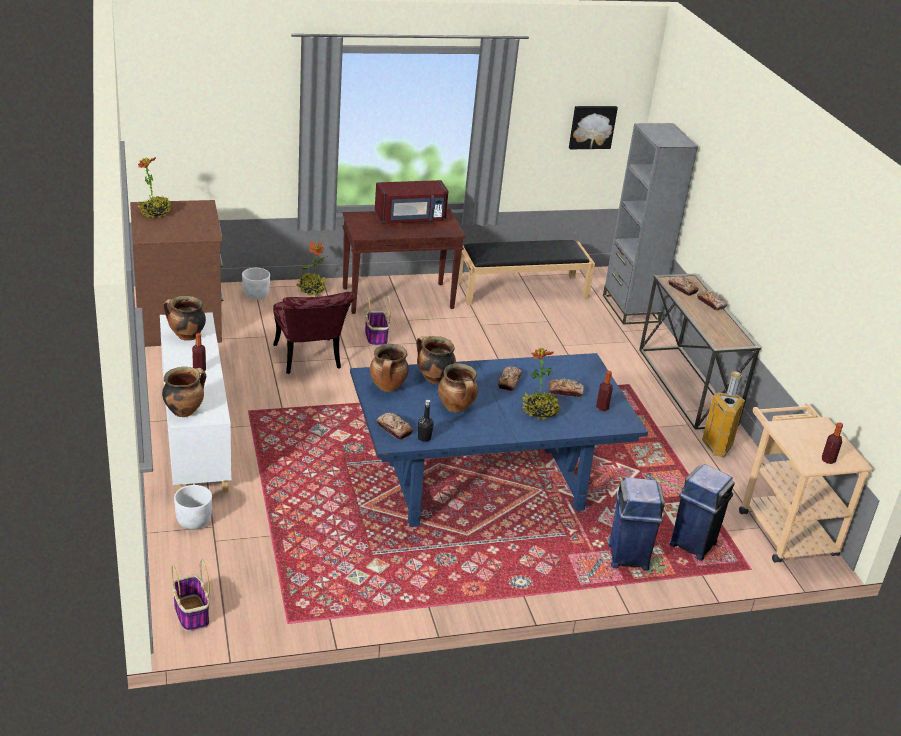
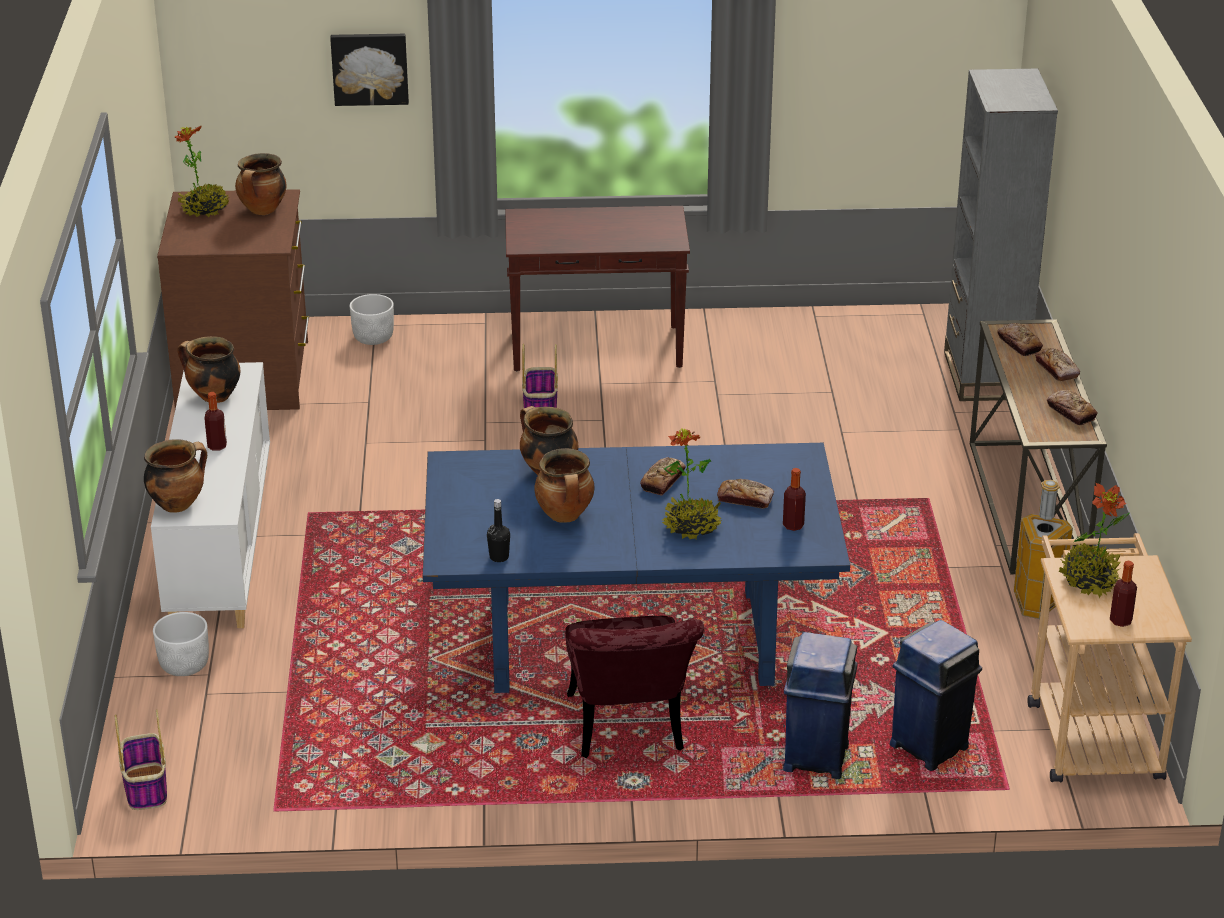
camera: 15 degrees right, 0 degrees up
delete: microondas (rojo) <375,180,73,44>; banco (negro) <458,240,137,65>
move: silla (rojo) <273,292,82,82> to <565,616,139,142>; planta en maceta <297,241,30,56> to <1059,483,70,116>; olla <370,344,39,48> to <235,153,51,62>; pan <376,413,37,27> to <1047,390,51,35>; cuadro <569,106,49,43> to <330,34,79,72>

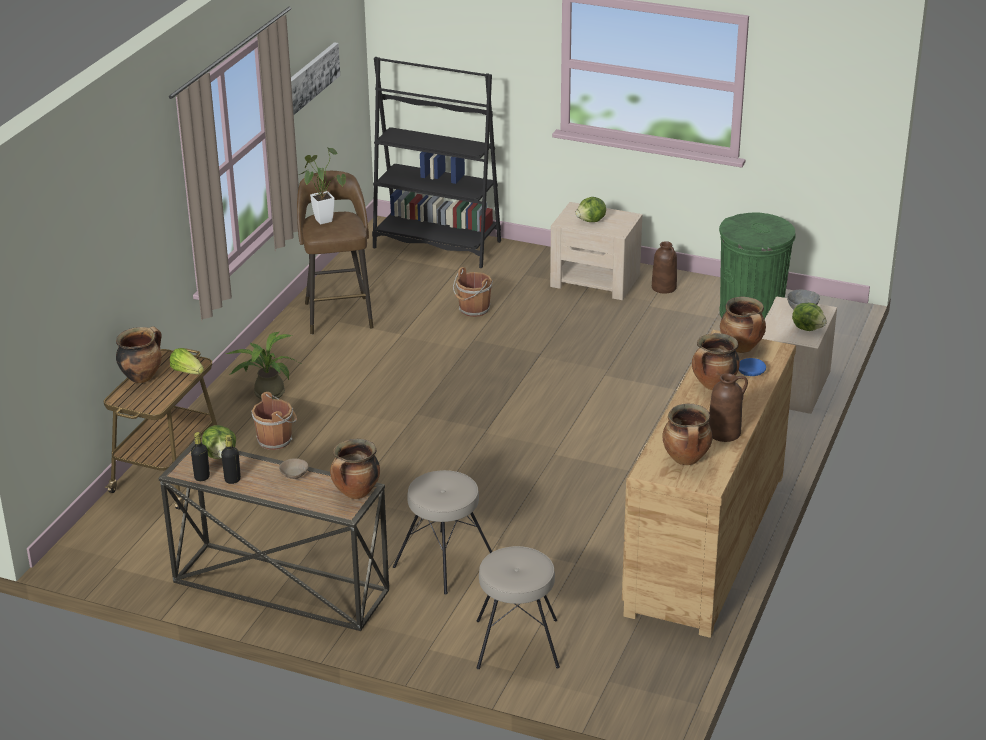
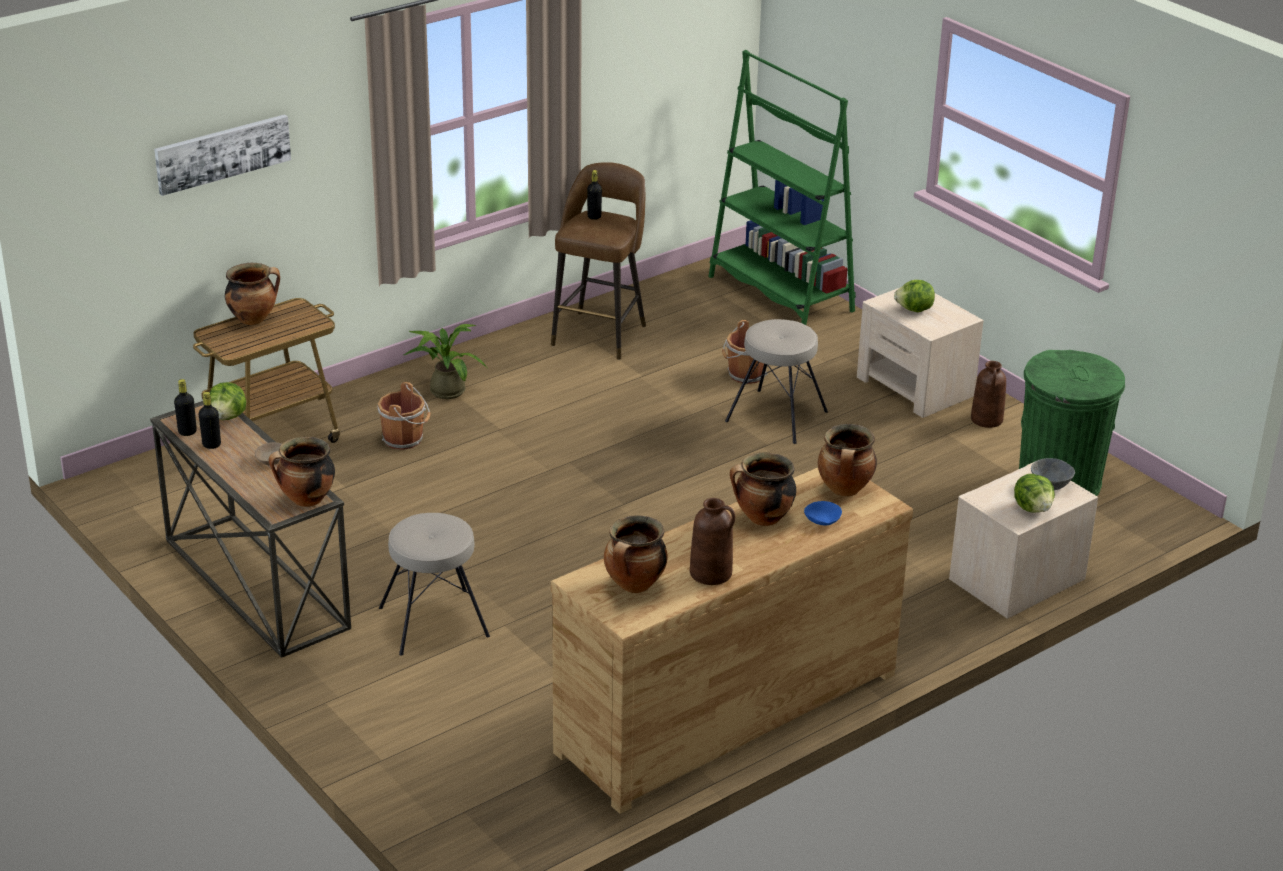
camera: 30 degrees right, 0 degrees up
delete: lechuga <170,348,34,26>
move: cuadro <291,42,49,73> to <154,114,137,82>; taburete (beis) <477,546,83,123> to <725,319,103,125>
replace: planta en maceta <299,147,47,77> to botella (negro) <587,170,15,50>
recolor: estantería (negro) <372,57,129,211> to estantería (verde) <708,50,148,275>

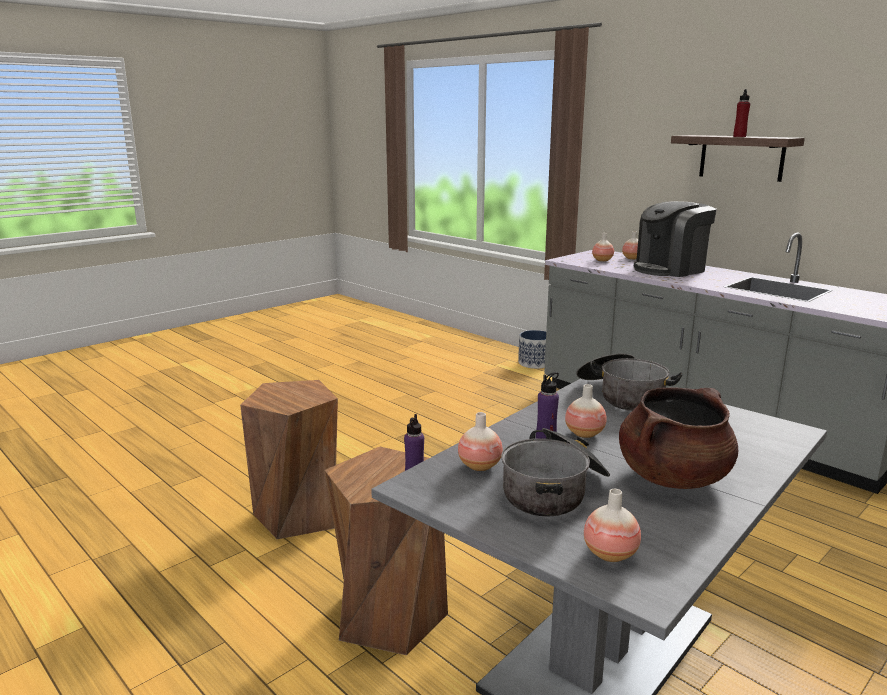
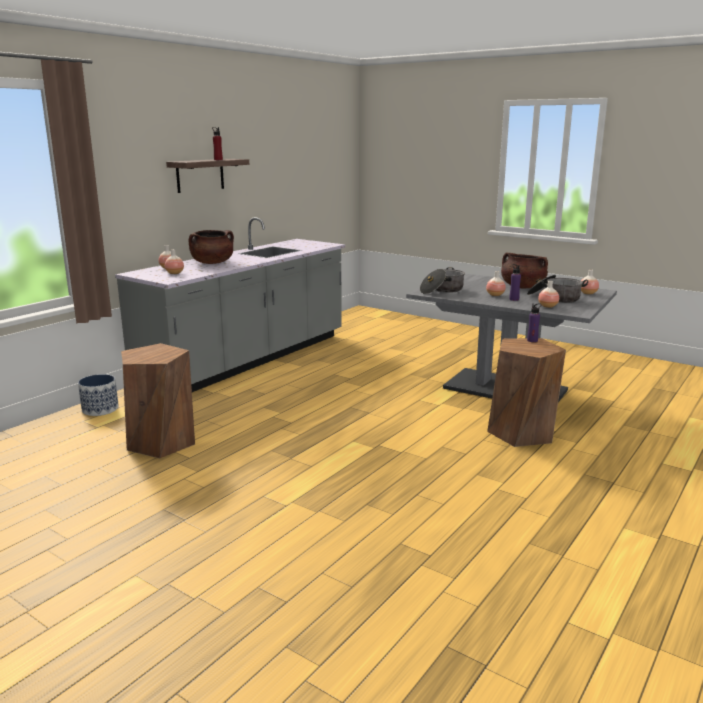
camera: 100 degrees left, 0 degrees up
move: taburete (marrón) <240,380,98,159> to <121,343,74,115>
replace: cafetera <634,201,83,76> to olla (marrón) <189,230,45,34>

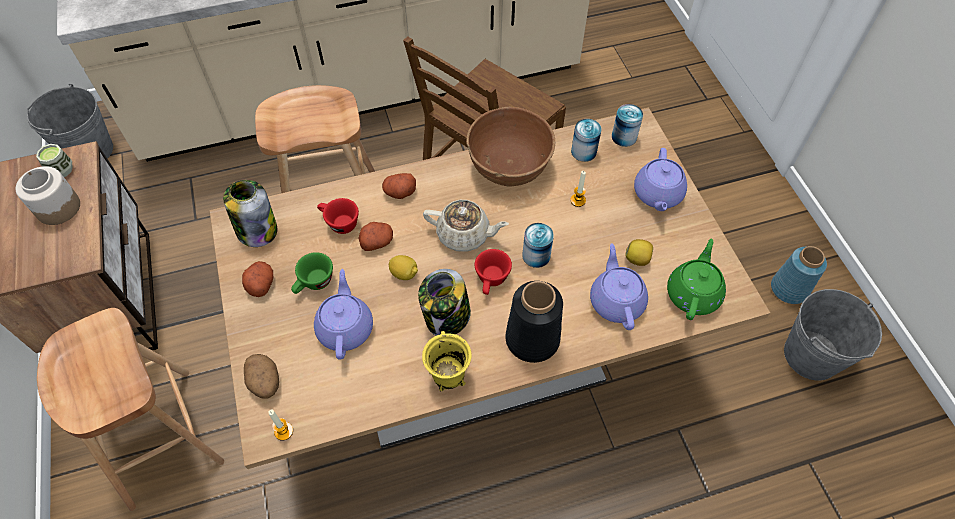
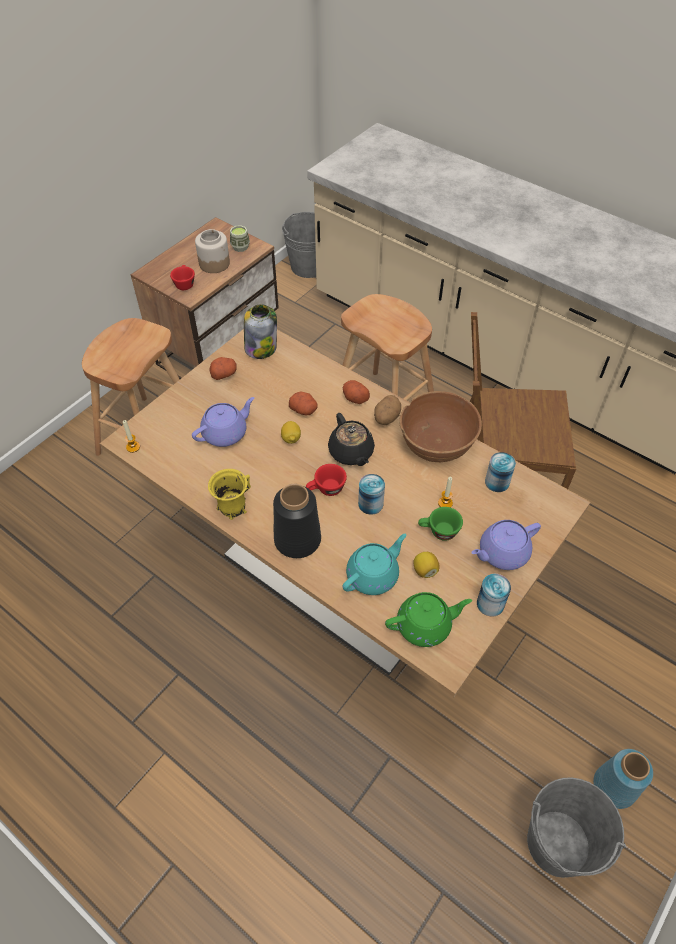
camera: 55 degrees right, 5 degrees down
delete: tarro <418,269,53,67>
move: patata <244,354,35,45> to <374,395,27,30>; taza (verde) <291,252,42,42> to <418,507,45,34>; taza (rojo) <317,198,42,36> to <170,265,25,25>; lata <612,104,31,43> to <477,574,34,43>
recolor: tetera (beis) <423,200,86,52> to tetera (negro) <328,413,47,53>; tetera (morado) <590,243,58,87> to tetera (turquesa) <342,534,64,61>

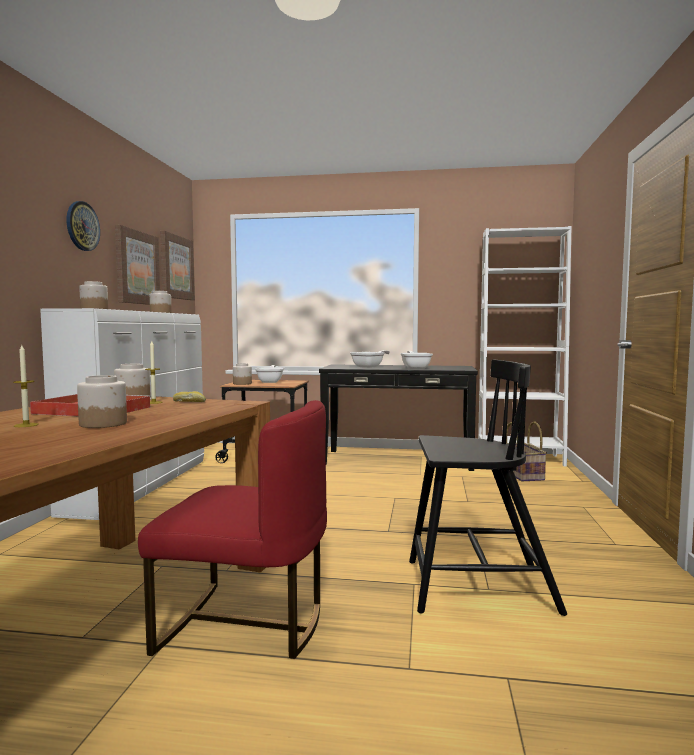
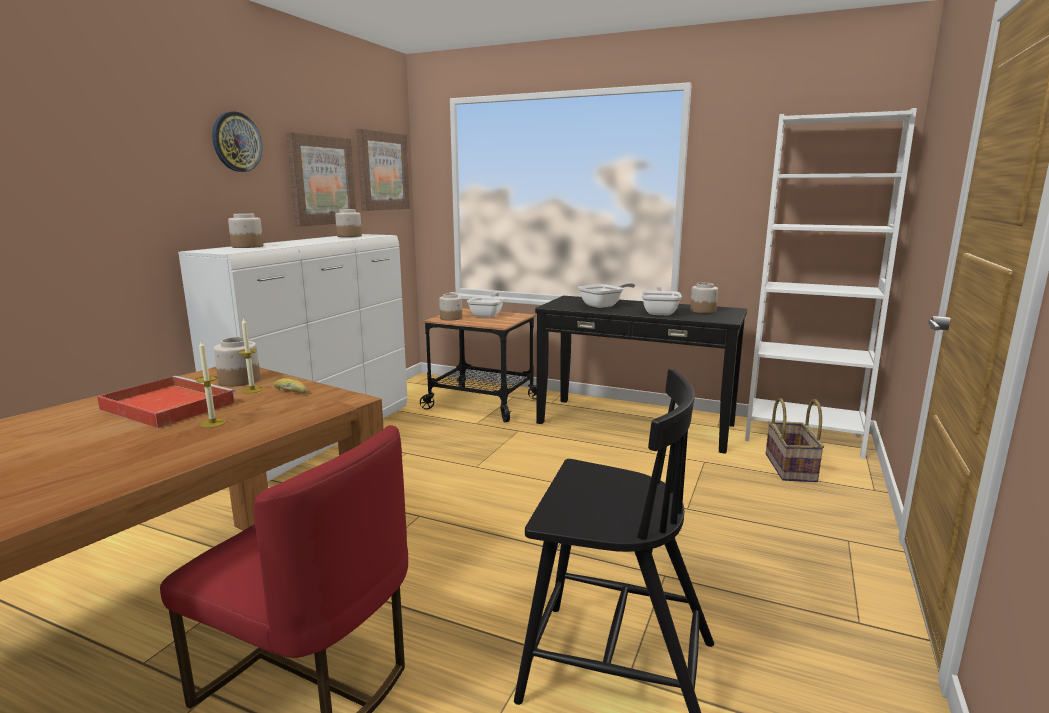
camera: 15 degrees right, 10 degrees up
move: vela <13,345,26,82> to <195,341,31,87>; tarro <77,375,50,53> to <690,283,28,30>

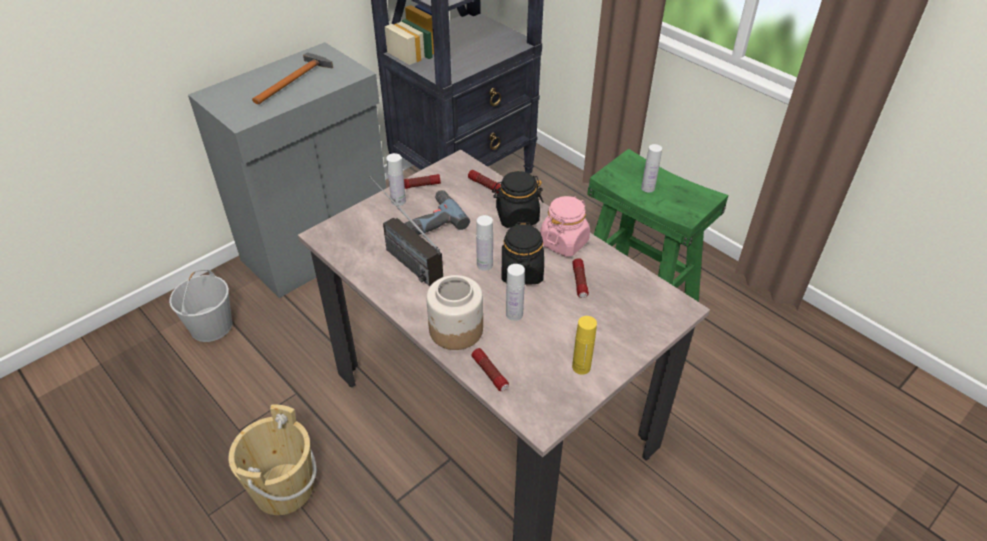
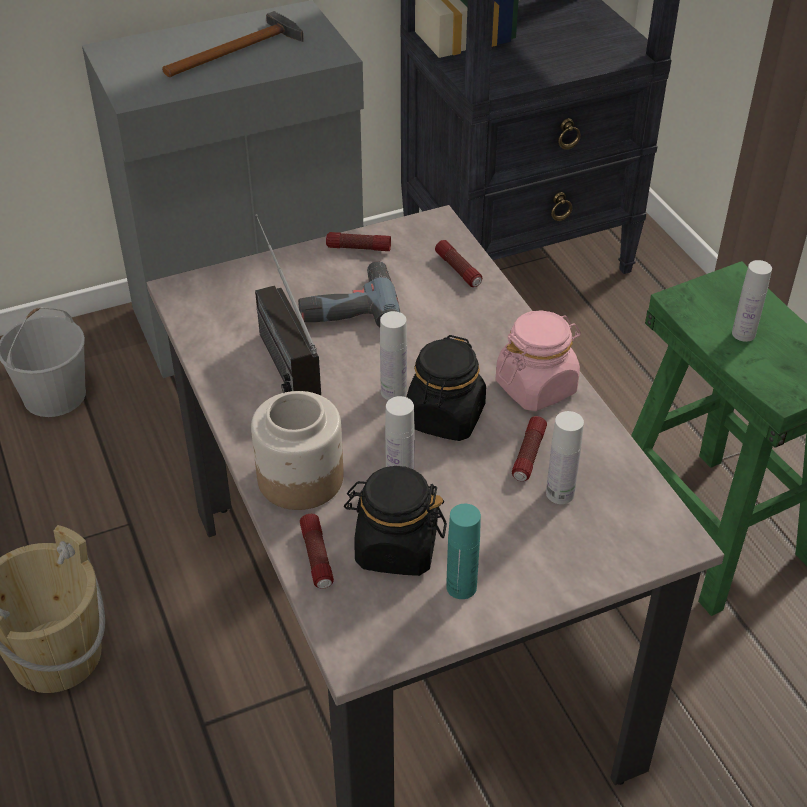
camera: 20 degrees right, 0 degrees up
move: botella (blanco) <386,153,20,53> to <546,411,38,93>; tarro (negro) <492,171,51,57> to <344,466,103,110>
recolor: botella (amarillo) <572,316,25,59> to botella (turquesa) <446,504,35,95>

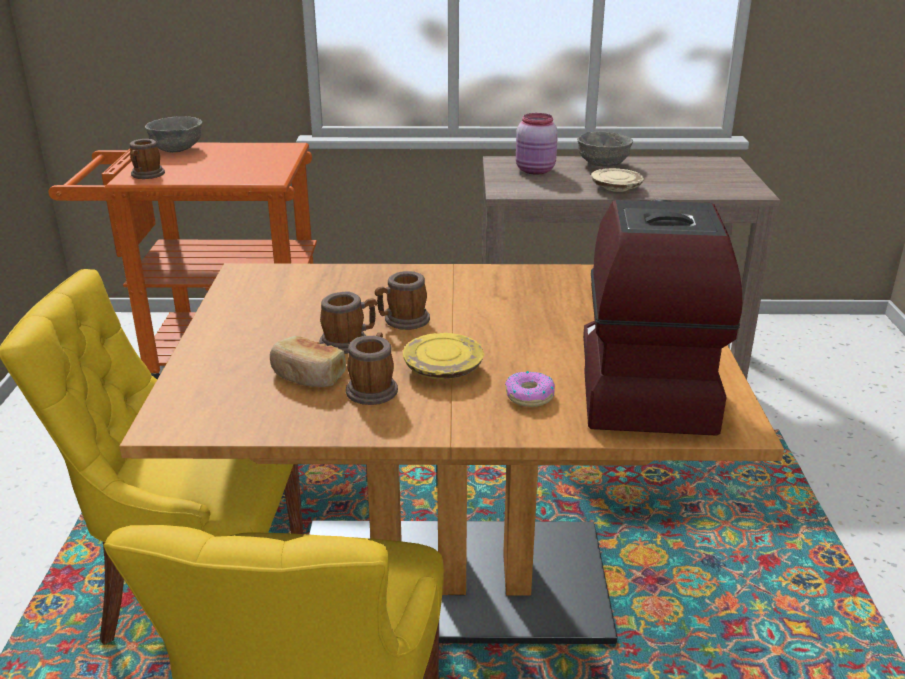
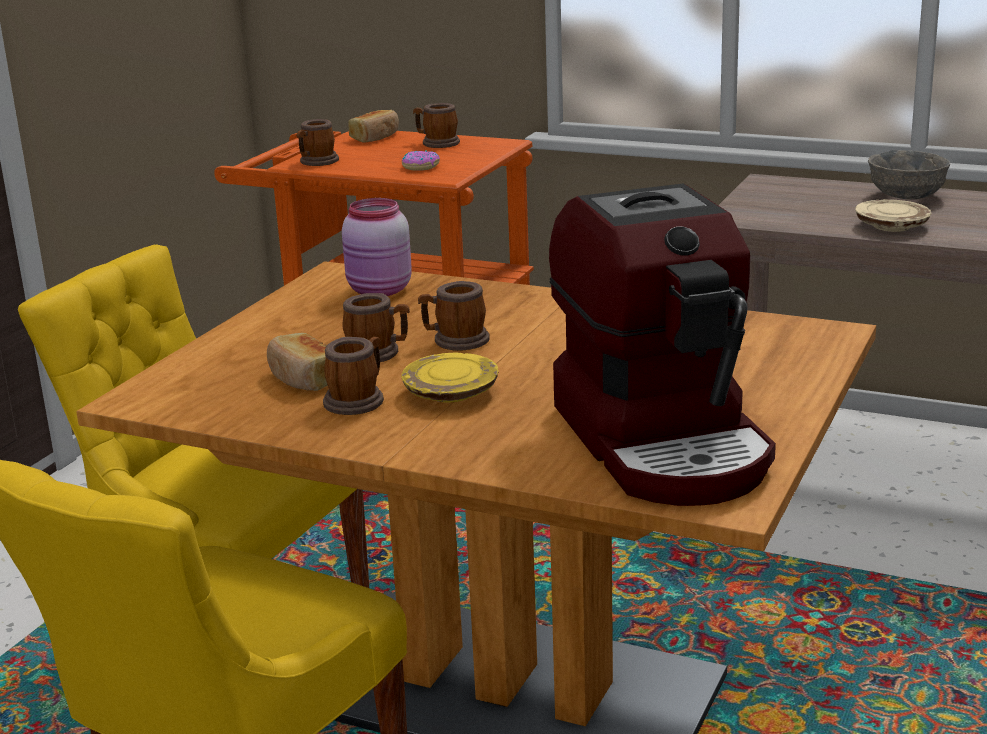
camera: 25 degrees right, 5 degrees down
insert: taza grande <413,103,47,45>
move: rosquilla <505,371,50,36> to <402,150,38,21>; tarro (rosa) <516,113,42,61> to <342,198,70,98>
replace: cuenco (gris) <145,116,57,37> to pan <348,110,51,33>
rotate: cafetera <583,200,159,236> = <549,183,227,323> 135 degrees clockwise

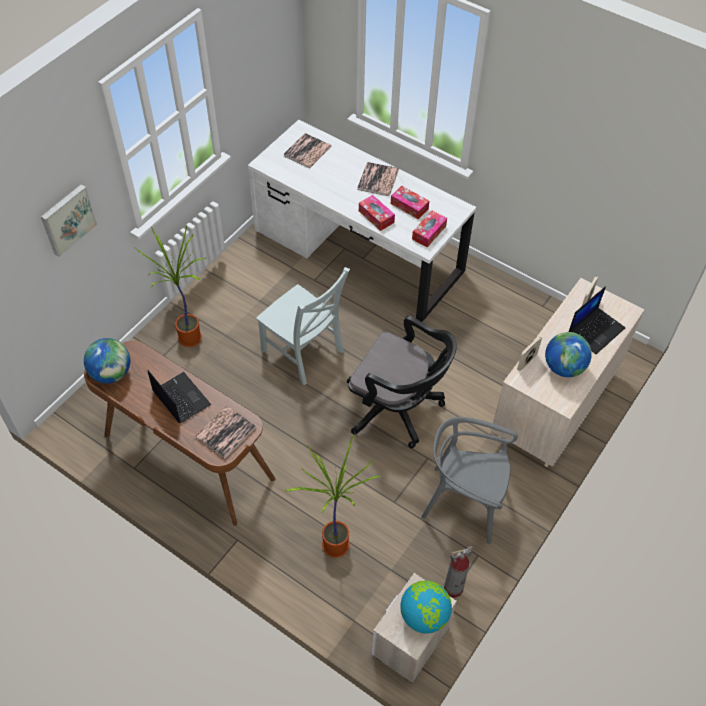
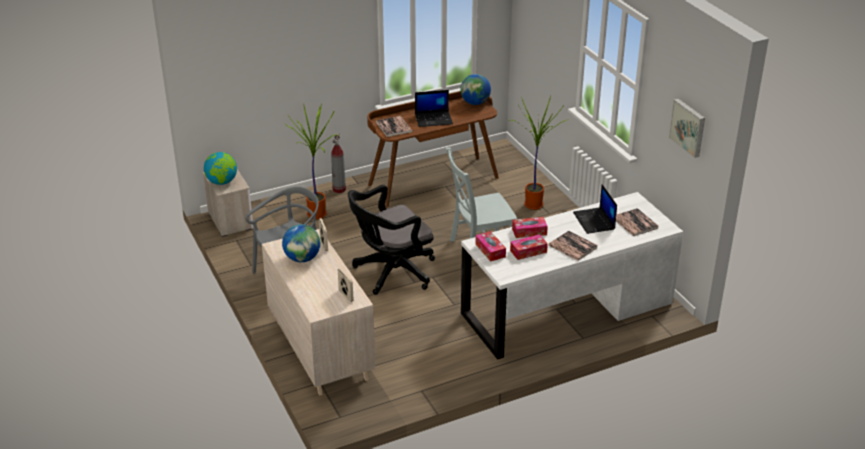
camera: 120 degrees right, 20 degrees down
move: cuadro <41,184,56,73> to <669,99,36,59>; extintor <444,546,29,52> to <331,133,15,60>; portátil <568,286,57,68> to <573,184,44,50>

